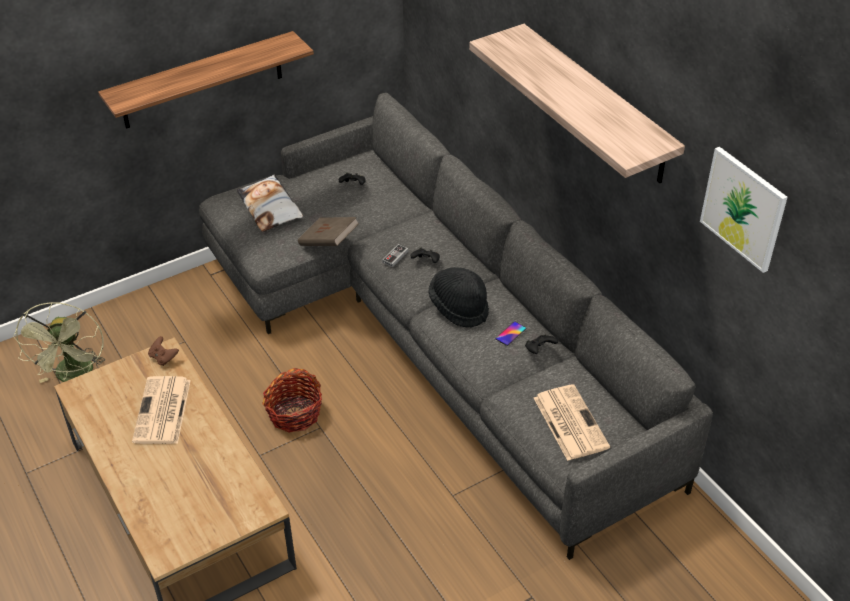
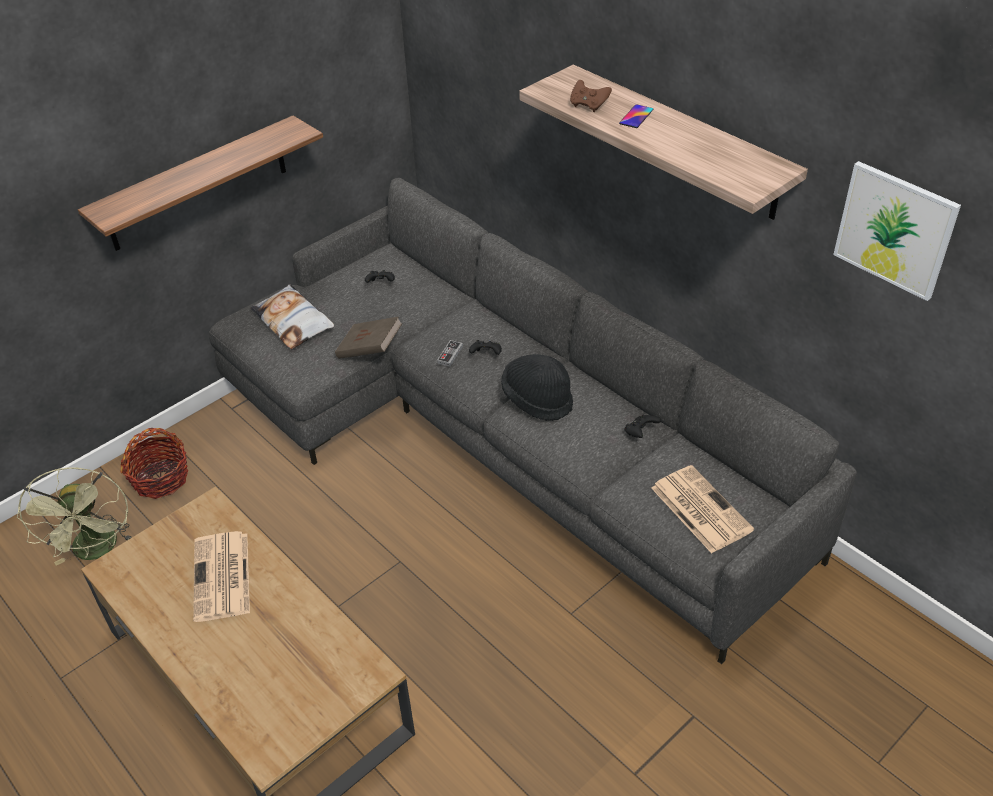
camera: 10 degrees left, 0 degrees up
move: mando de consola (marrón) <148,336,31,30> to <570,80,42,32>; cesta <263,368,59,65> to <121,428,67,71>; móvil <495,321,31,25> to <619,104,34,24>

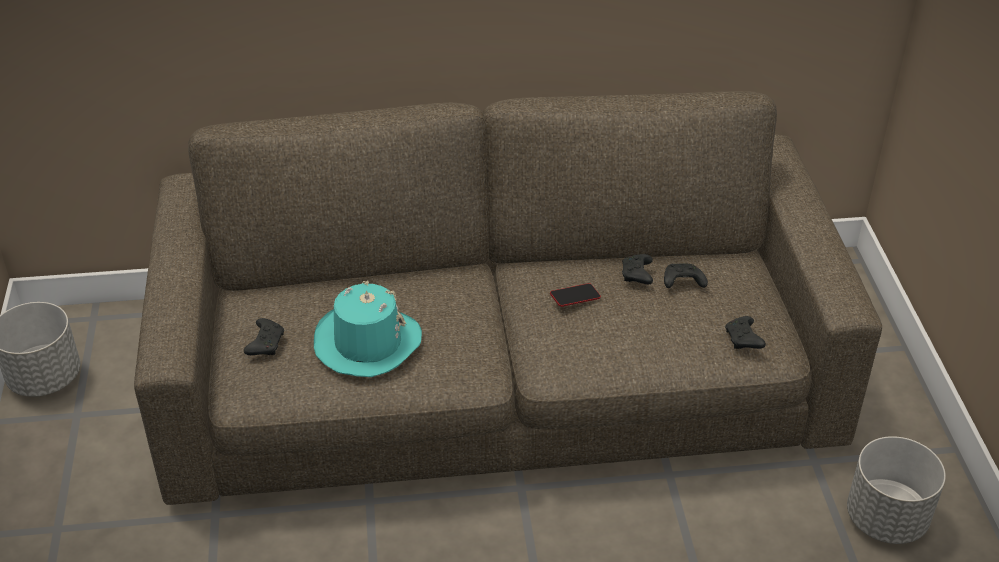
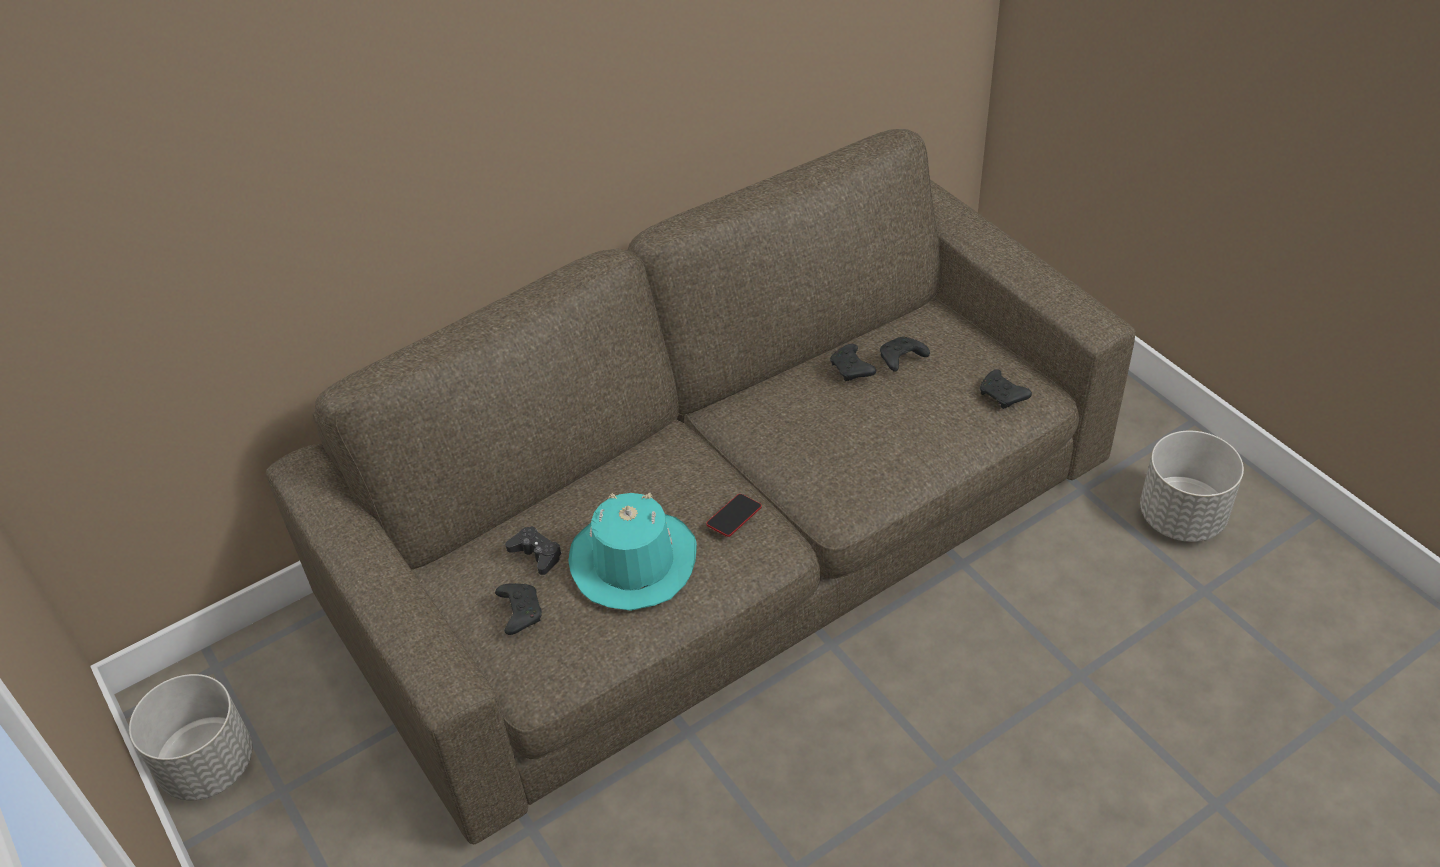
camera: 25 degrees left, 5 degrees up
insert: mando de consola (negro) <505,526,57,49>
move: móvil <550,283,51,24> to <706,494,56,43>

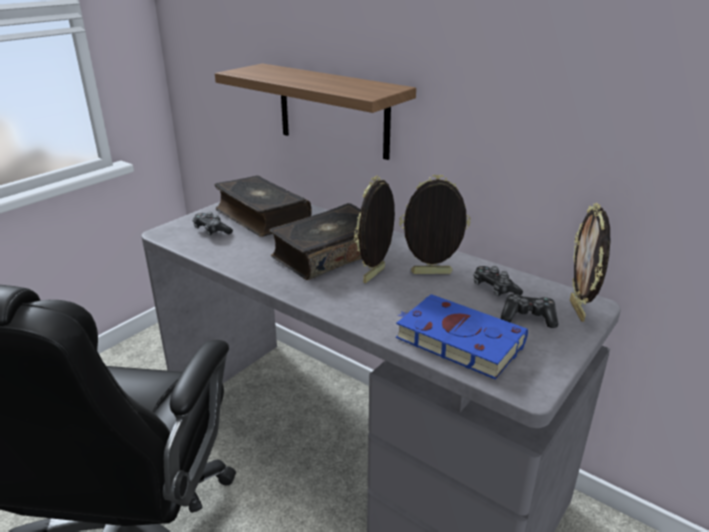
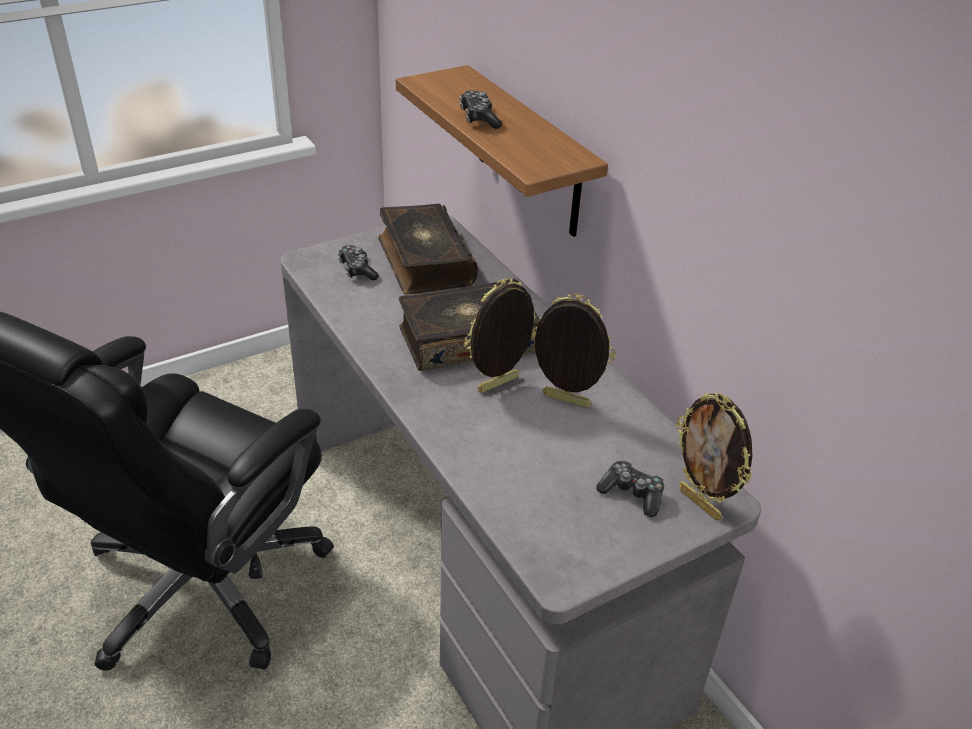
camera: 20 degrees right, 10 degrees up
delete: libro (azul) <396,294,132,86>
move: mando de consola <474,266,49,31> to <460,90,42,39>
rotate: portarretratos <570,203,40,119> = <676,393,77,127> 60 degrees counterclockwise

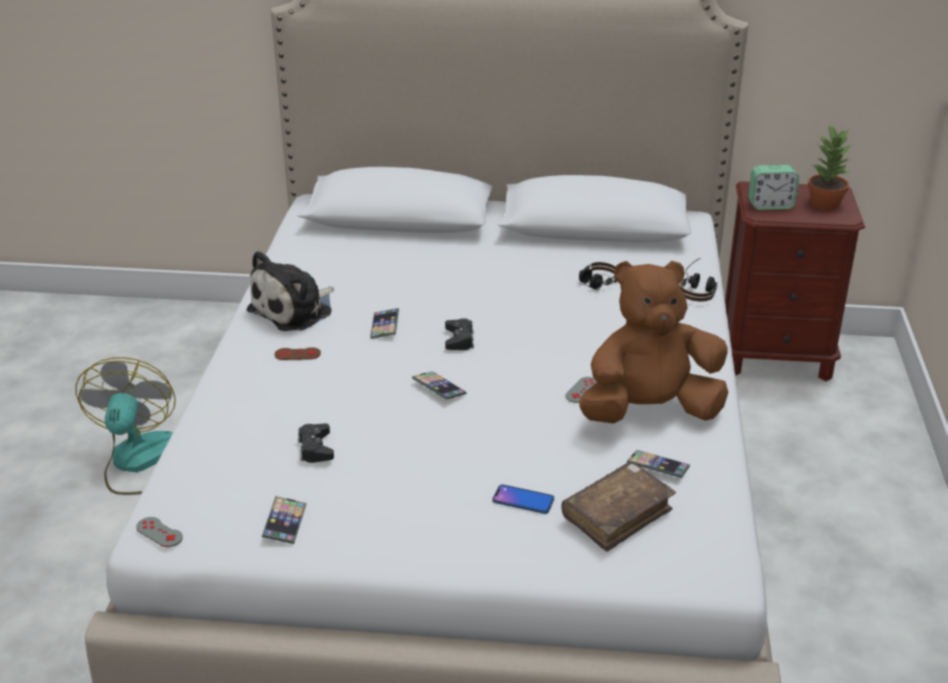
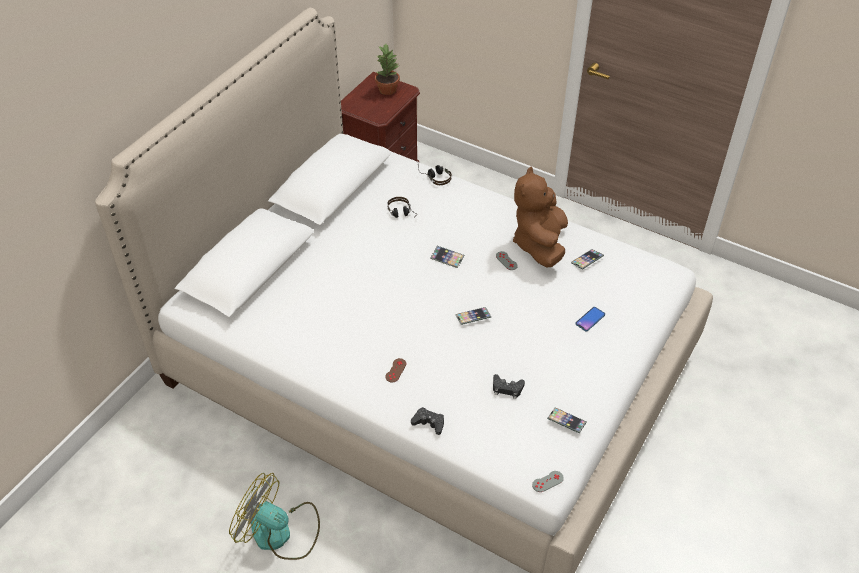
camera: 65 degrees left, 15 degrees up
delete: peluche <247,251,87,80>; libro (marrón) <562,462,114,90>; despertador <748,165,51,45>
move: móvil <370,308,29,31> to <430,246,34,22>; mando de consola (negro) <445,318,29,32> to <411,407,33,28>

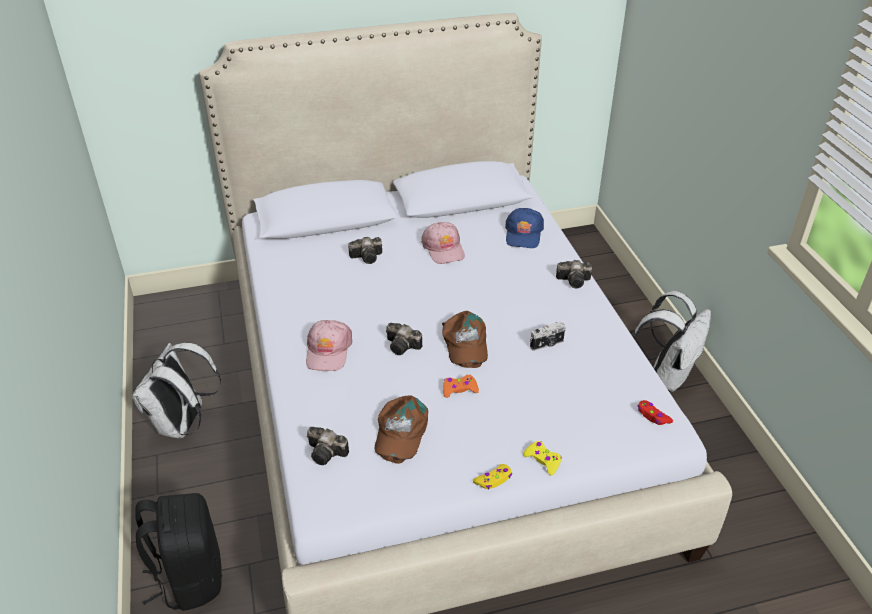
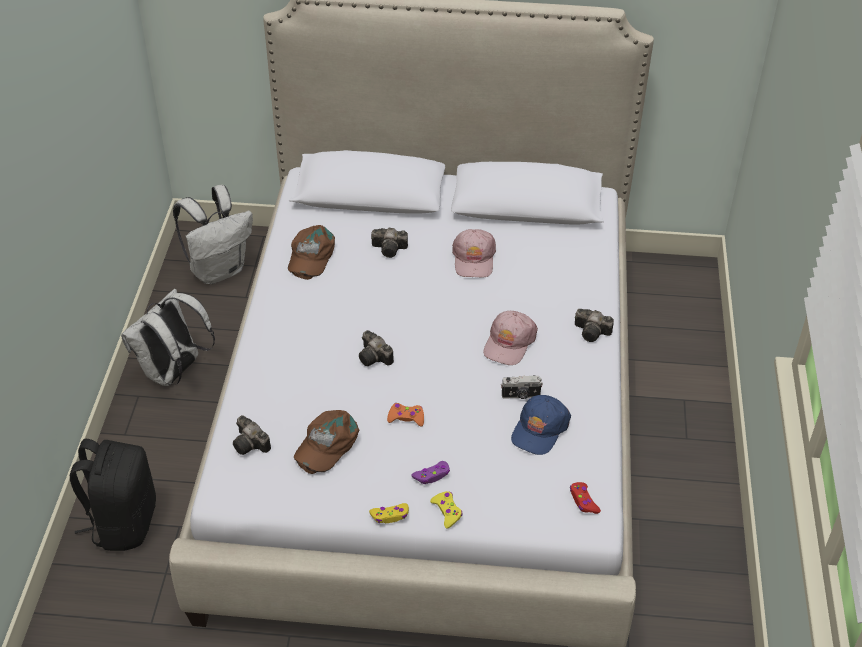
camera: 20 degrees right, 5 degrees up
insert: mando de consola (morado) <411,461,39,23>
move: gorra (rosa) <306,320,46,51> to <484,311,54,54>; gorra (marrón) <442,311,46,57> to <288,225,47,55>; gorra (azul) <505,208,39,40> to <511,395,60,60>; mochila (blanco) <632,291,79,101> to <173,185,80,99>

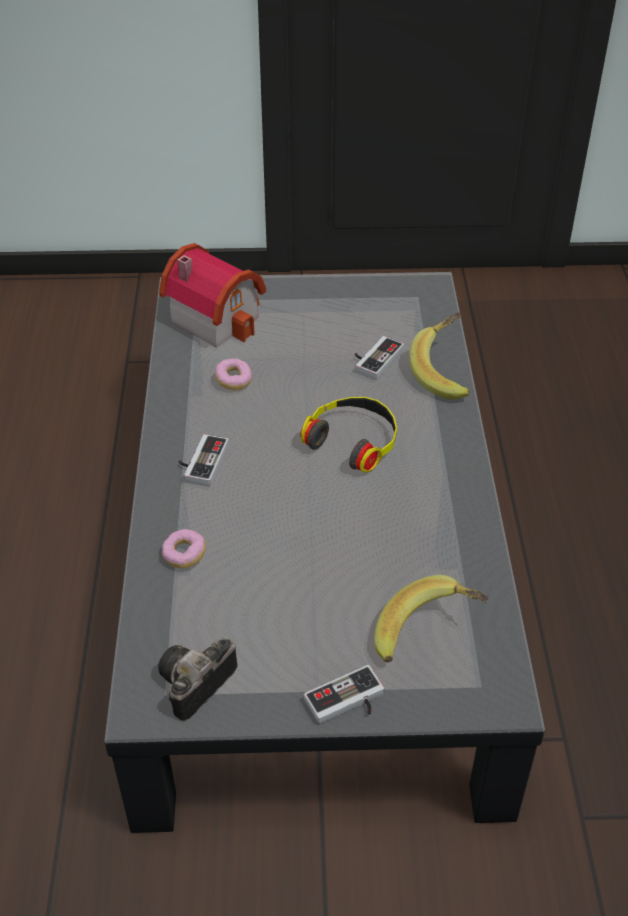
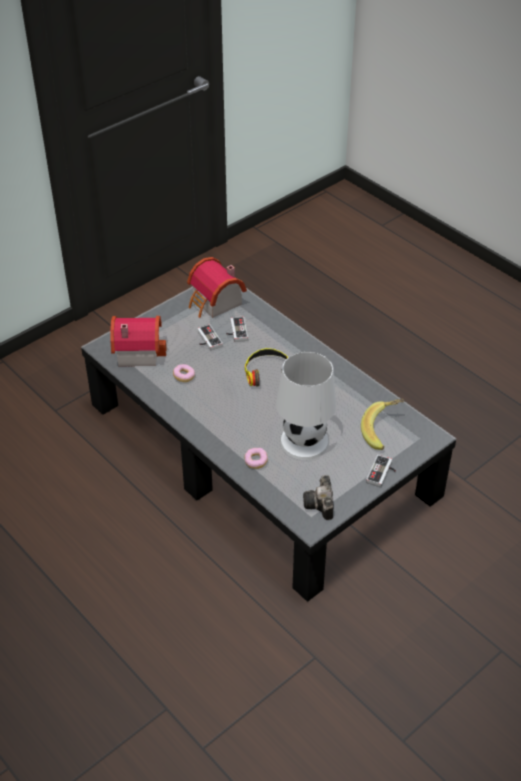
camera: 40 degrees left, 0 degrees up
delete: plátano <409,312,61,88>
insert: casita <187,257,60,61>; lámpara de mesa (blanco) <276,351,60,109>
move: mando de consola <178,434,51,52> to <197,324,26,27>

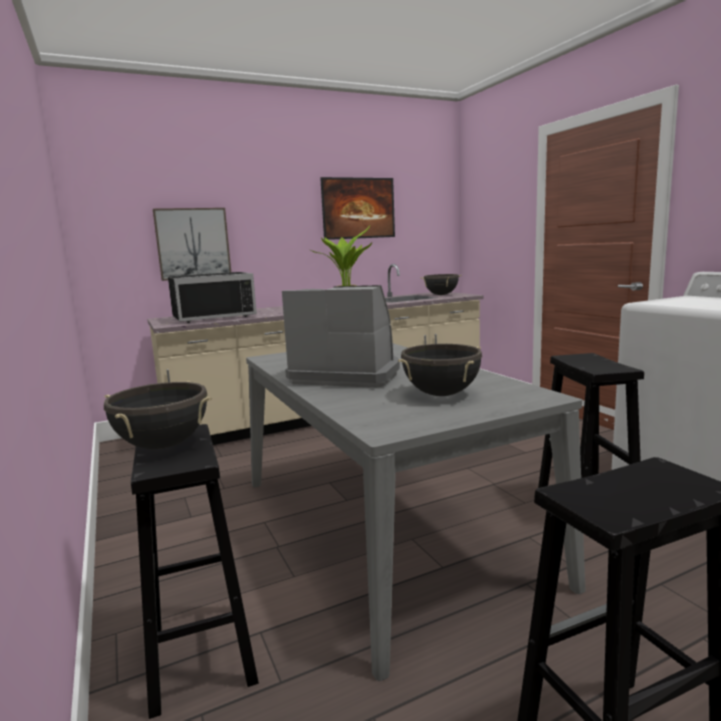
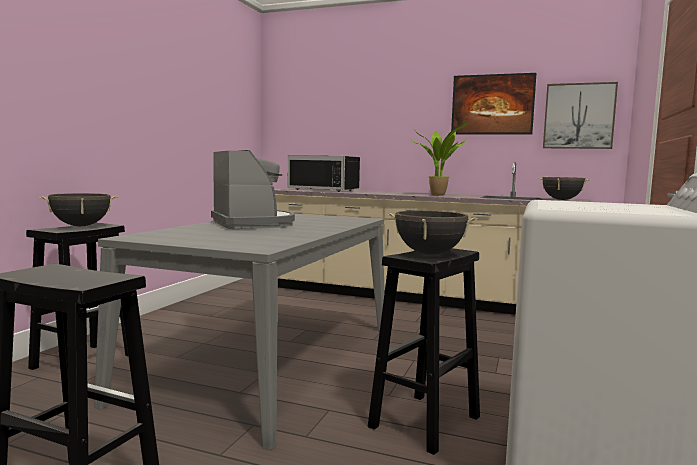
camera: 45 degrees right, 5 degrees down
move: cuadro <153,208,78,73> to <543,82,75,67>; olla (negro) <398,344,84,52> to <388,211,89,44>

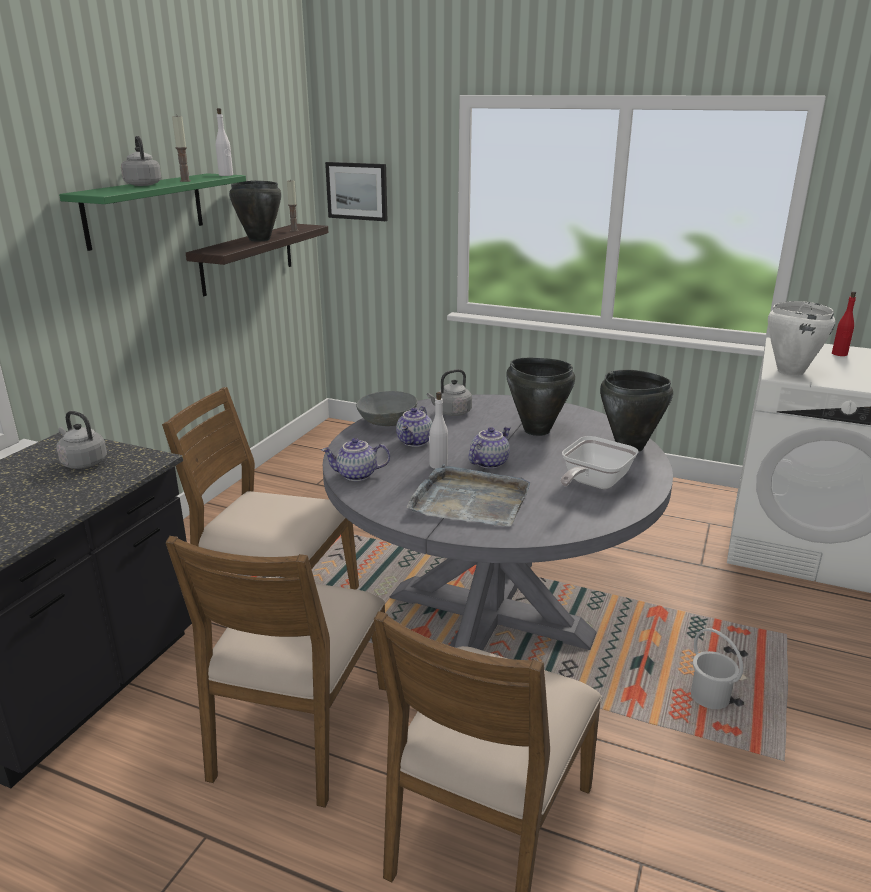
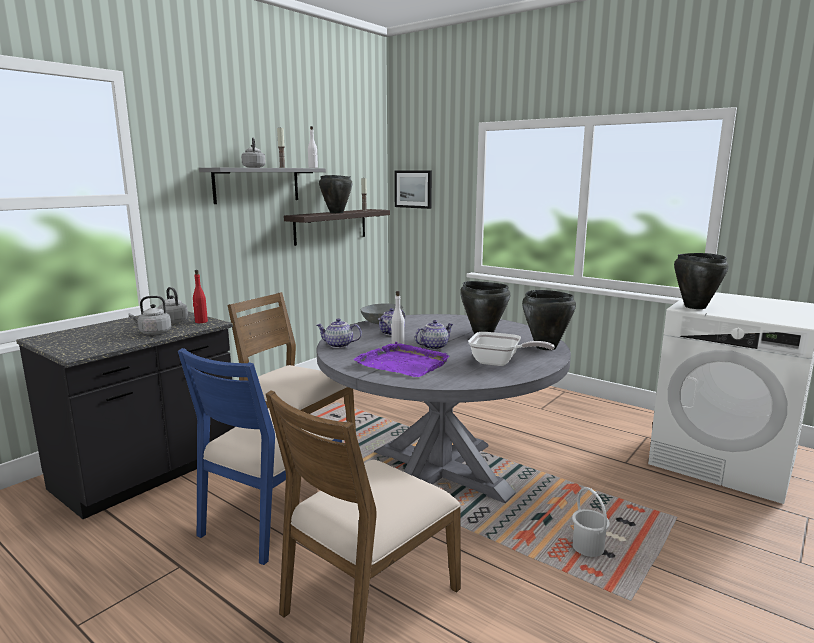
camera: 15 degrees right, 10 degrees down
move: hervidor (gris) <427,369,45,47> to <128,296,43,39>; botella (rojo) <832,291,24,65> to <193,270,15,53>
recolor: estante (verde) <59,173,187,78> to estante (gris) <199,168,127,36>; silla (marrón) <166,536,220,272> to silla (azul) <178,348,164,217>; bandeja (gris) <407,464,123,62> to bandeja (morado) <353,342,97,35>; olla (blanco) <768,301,67,75> to olla (negro) <674,253,54,56>
rotate: sartén <561,436,78,53> = <468,332,87,34> 120 degrees counterclockwise

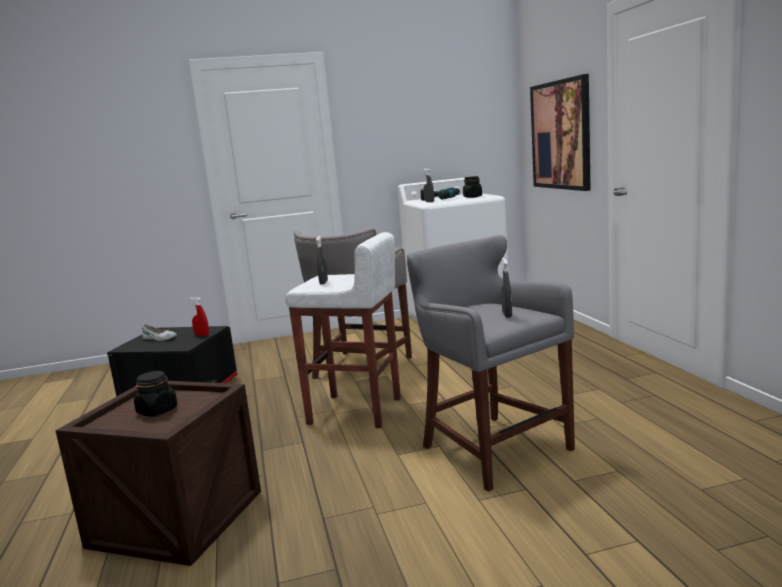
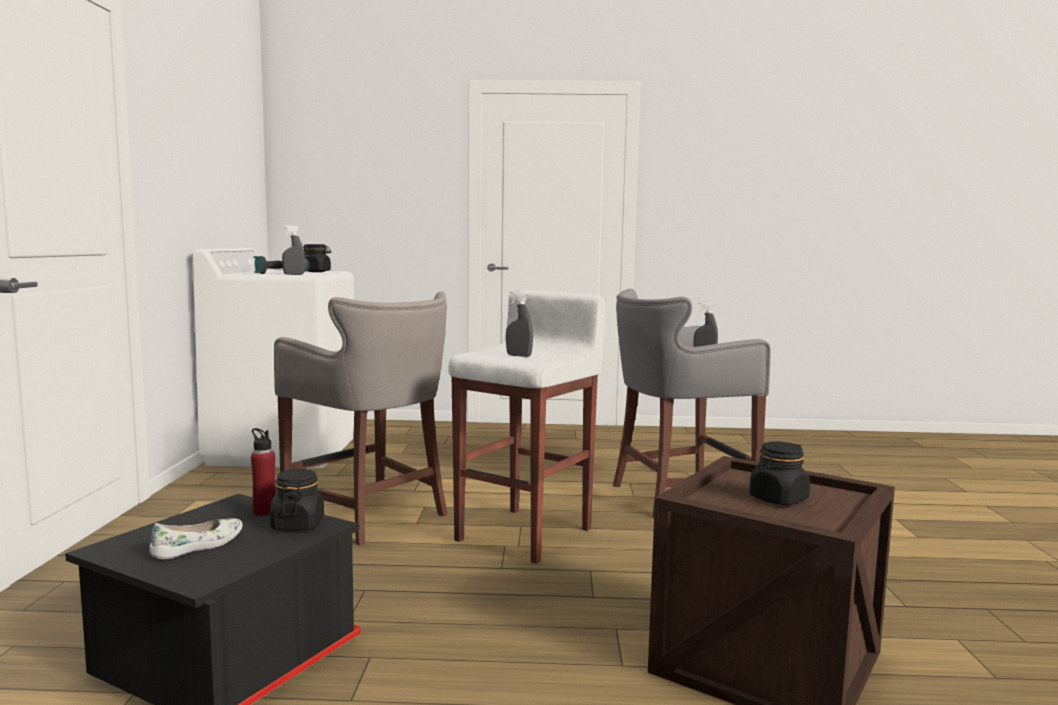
camera: 75 degrees left, 5 degrees down
delete: cuadro <530,74,61,117>
insert: tarro (negro) <270,469,54,62>
replace: pulverizador (rojo) <190,297,19,39> to botella (rojo) <251,428,25,88>

